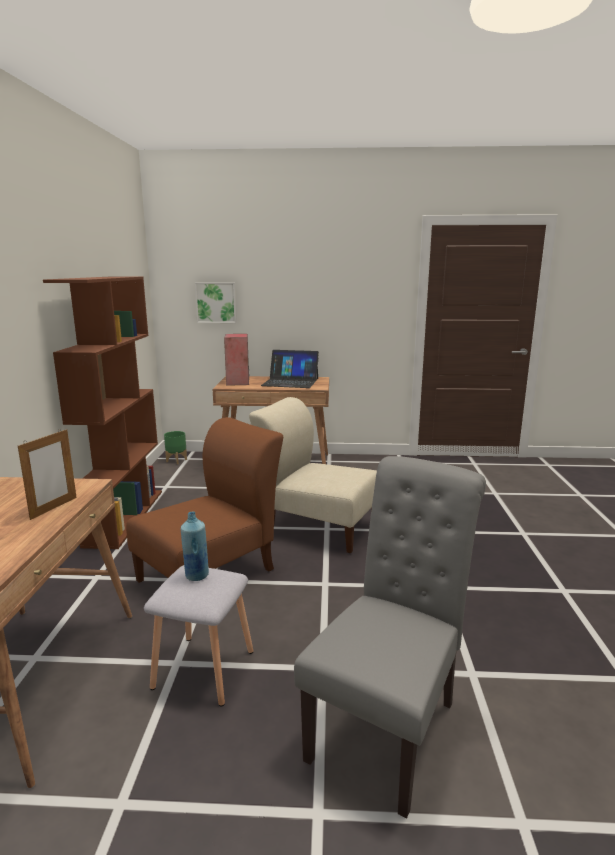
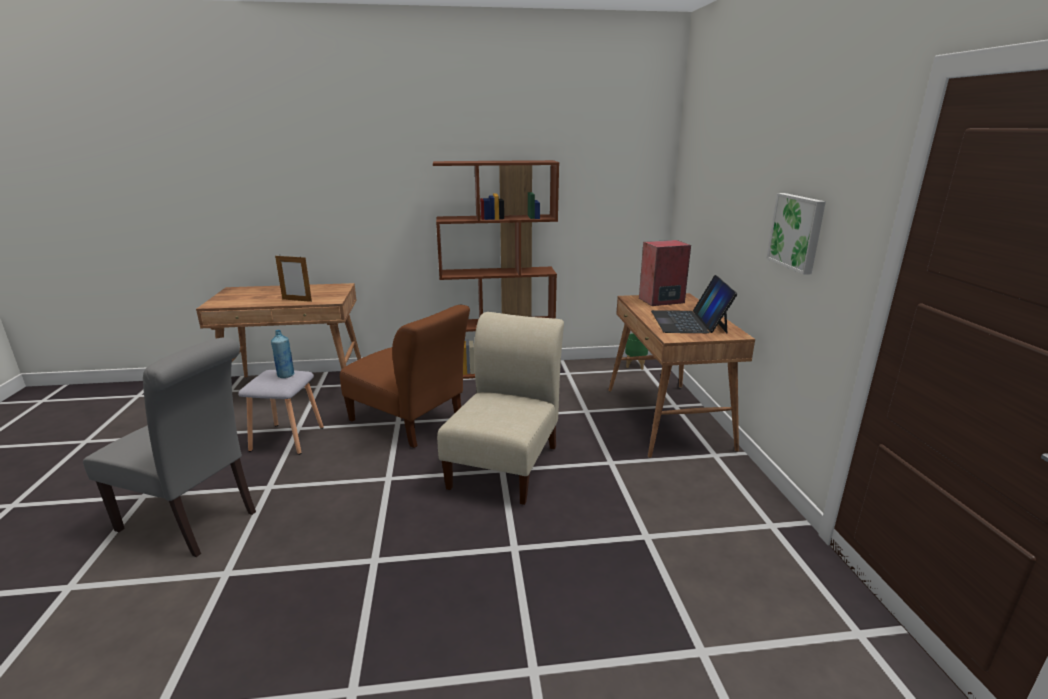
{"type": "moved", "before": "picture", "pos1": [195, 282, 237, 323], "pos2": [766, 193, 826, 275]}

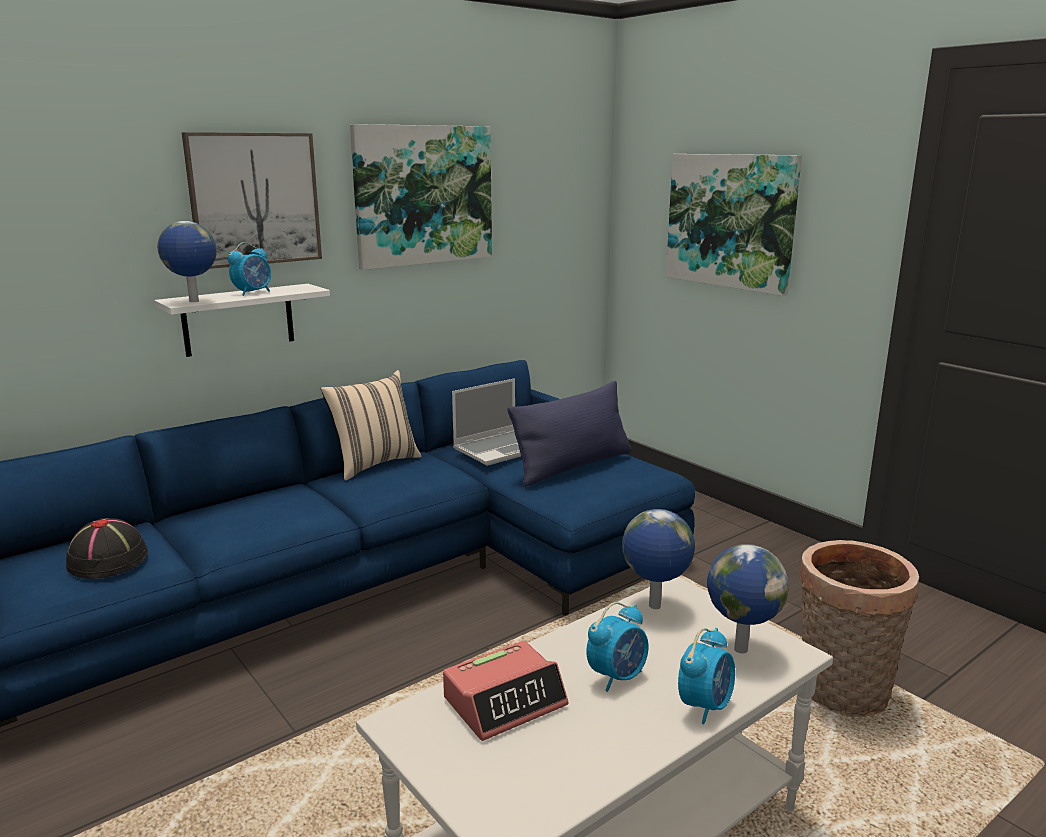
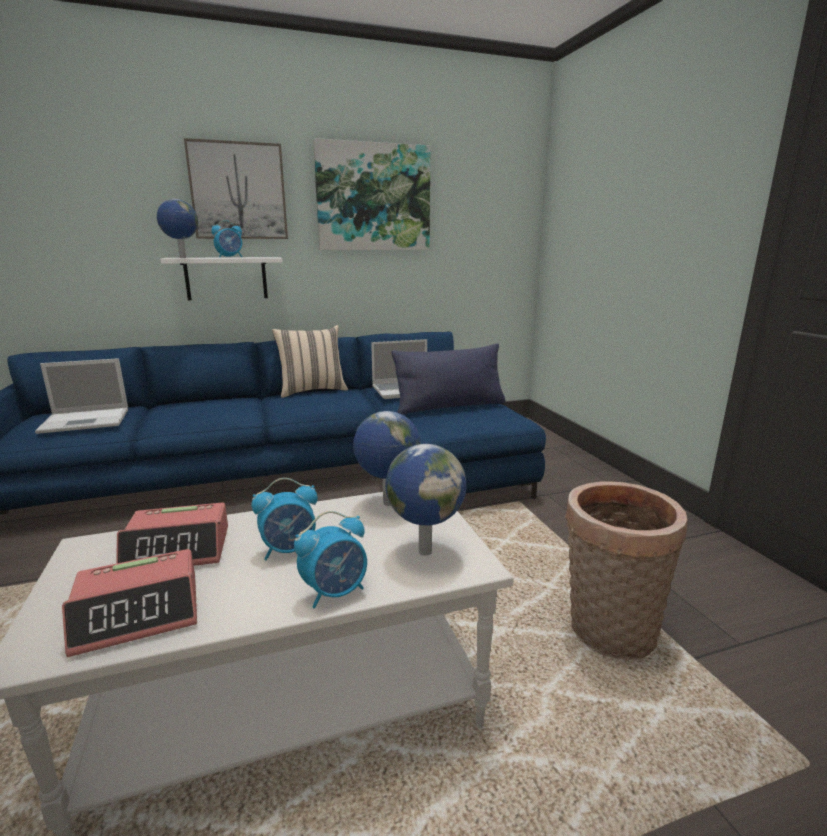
{"type": "replaced", "before": "hat/black", "after": "laptop", "pos1": [66, 518, 148, 579], "pos2": [35, 358, 128, 434]}
{"type": "added", "after": "alarm clock", "pos2": [62, 549, 197, 657]}
{"type": "removed", "before": "picture", "pos1": [666, 154, 802, 296]}

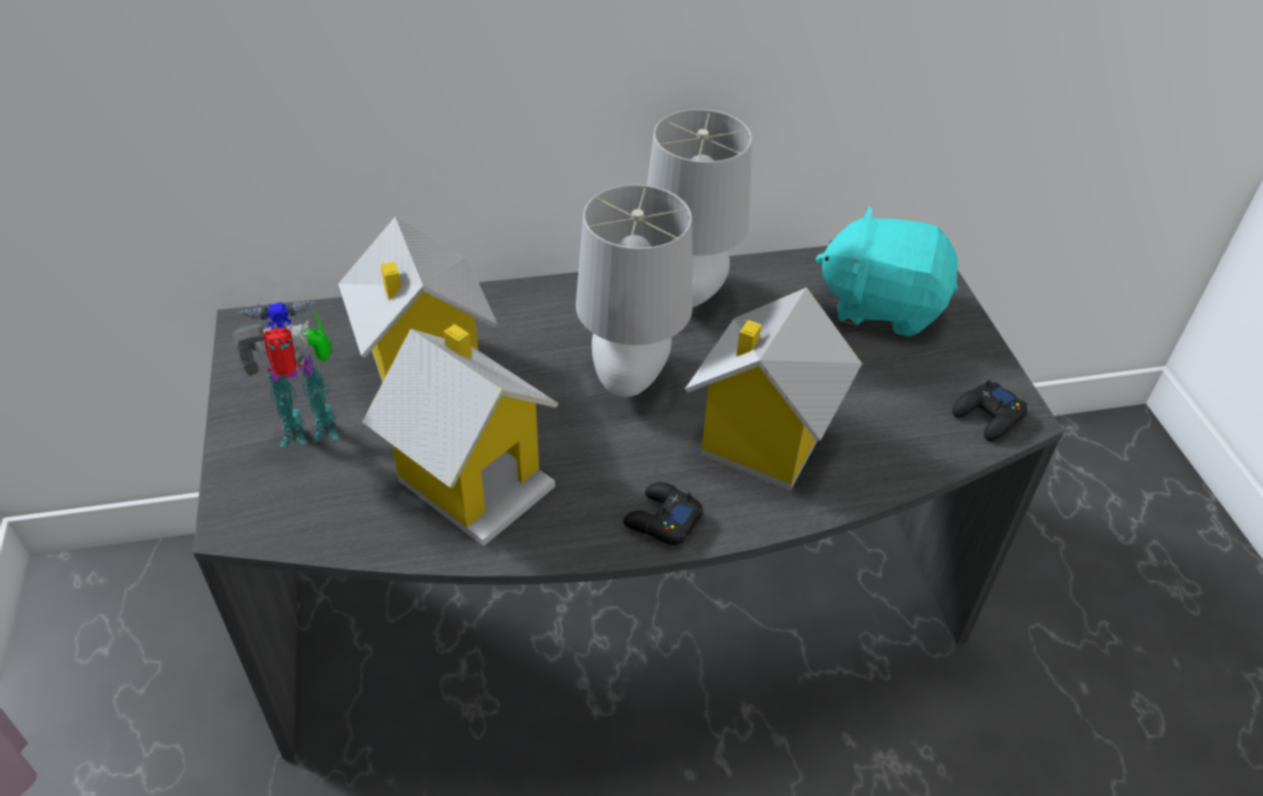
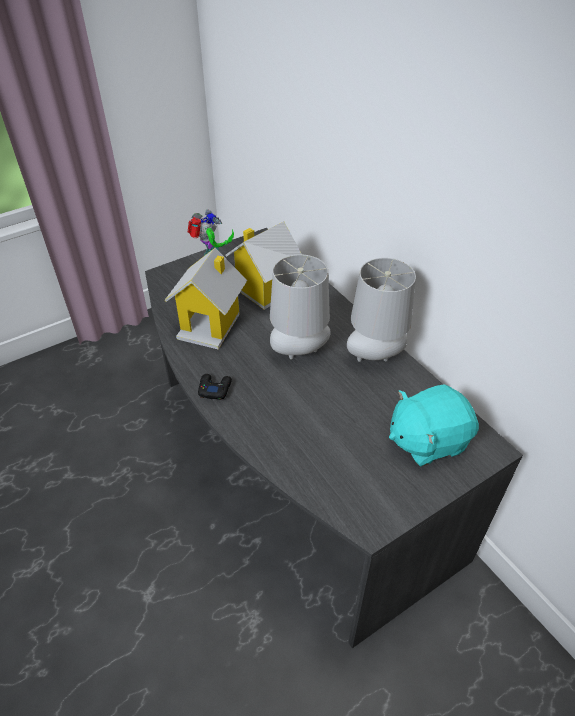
{"type": "turned", "before": "plush toy/turquoise", "pos1": [815, 206, 958, 337], "pos2": [389, 384, 479, 467], "turn": -105}
{"type": "removed", "before": "toy house", "pos1": [685, 287, 862, 491]}
{"type": "removed", "before": "game controller/black", "pos1": [953, 380, 1027, 441]}

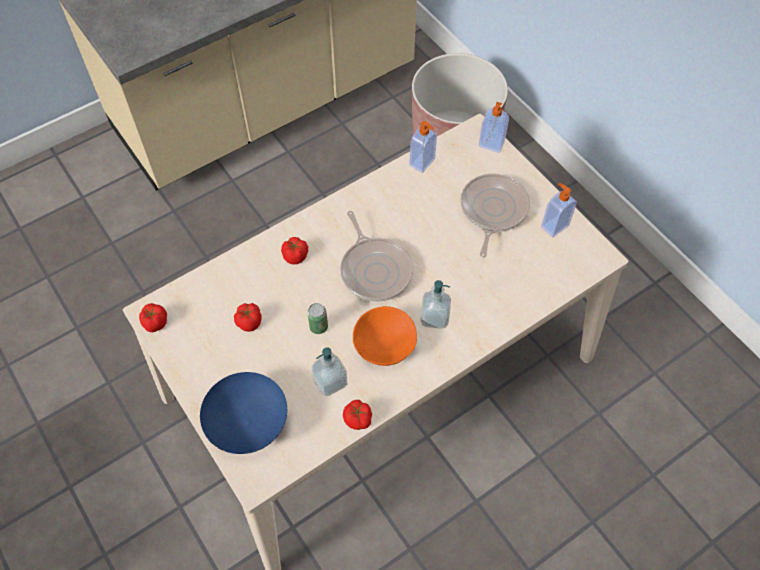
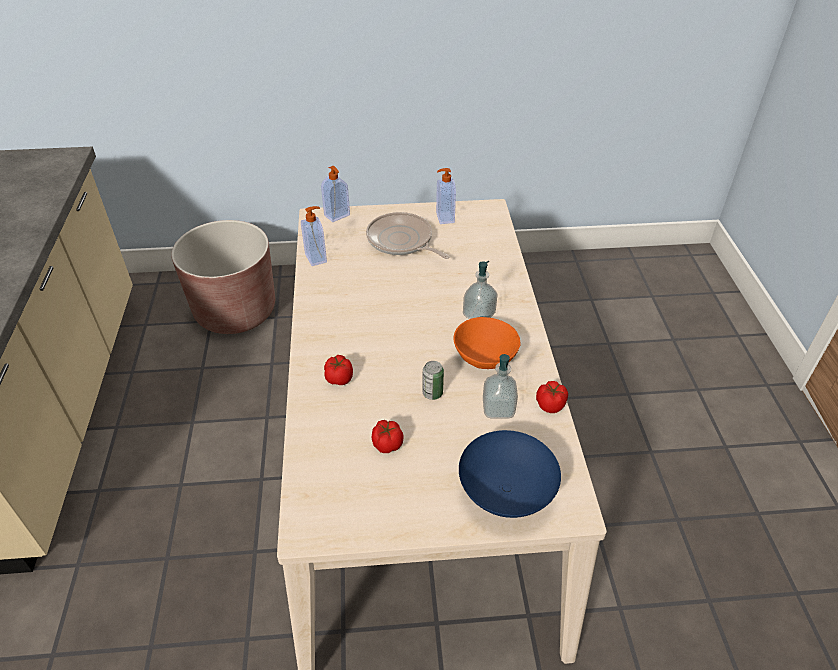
{"type": "removed", "before": "tomato", "pos1": [139, 303, 167, 332]}
{"type": "removed", "before": "frying pan", "pos1": [340, 211, 413, 302]}

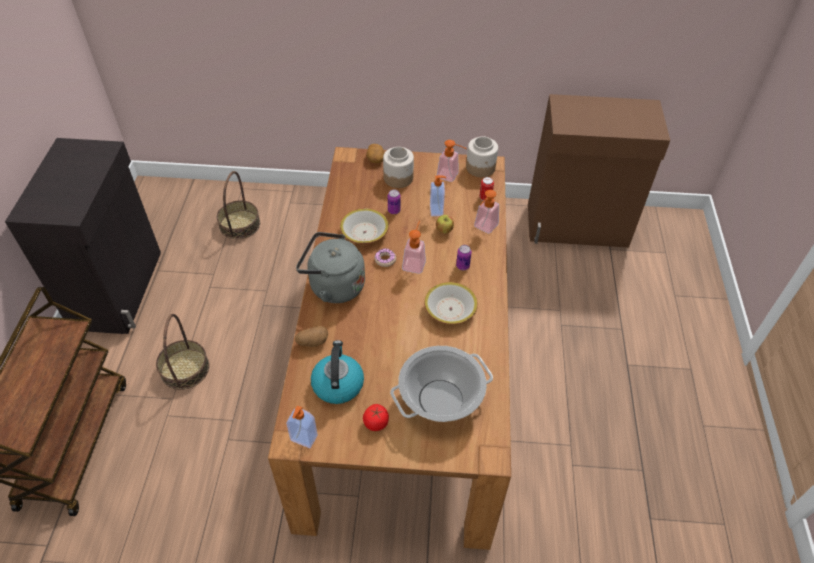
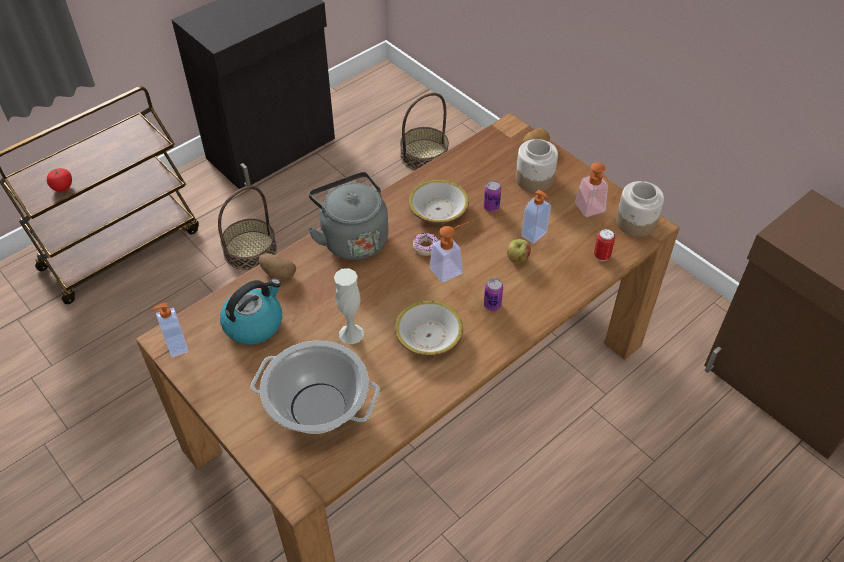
{"type": "moved", "before": "tomato", "pos1": [363, 404, 389, 431], "pos2": [47, 168, 72, 192]}
{"type": "added", "after": "vase/white", "pos2": [334, 268, 364, 344]}
{"type": "removed", "before": "soap dispenser", "pos1": [474, 190, 499, 233]}

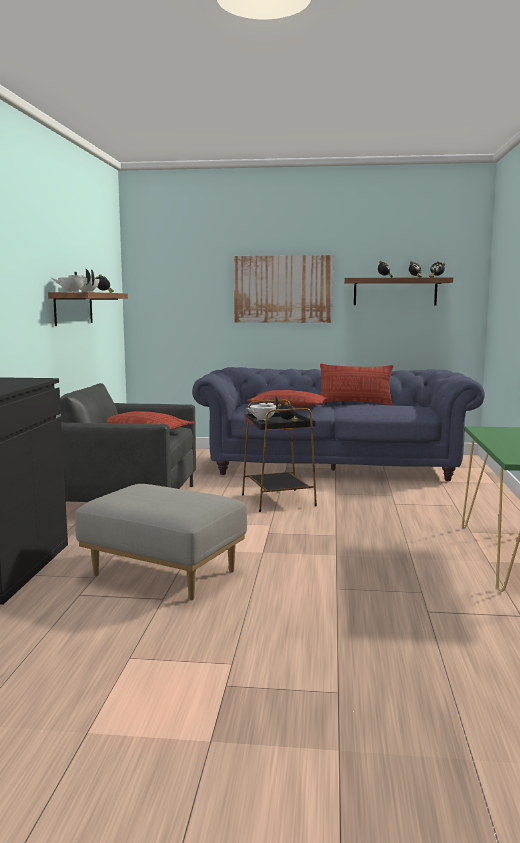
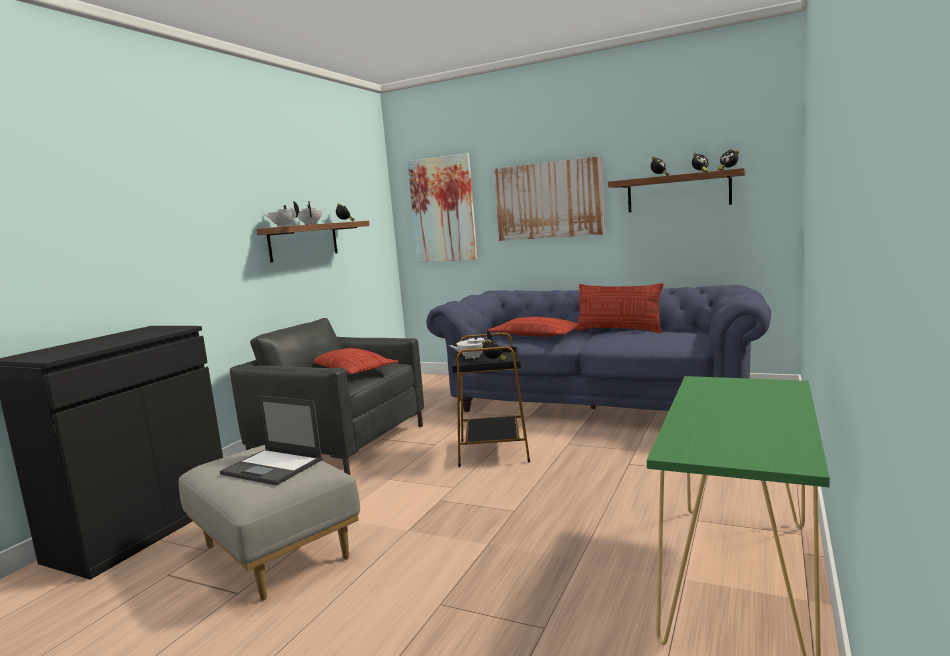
{"type": "added", "after": "laptop", "pos2": [220, 395, 323, 485]}
{"type": "added", "after": "picture", "pos2": [408, 153, 477, 262]}

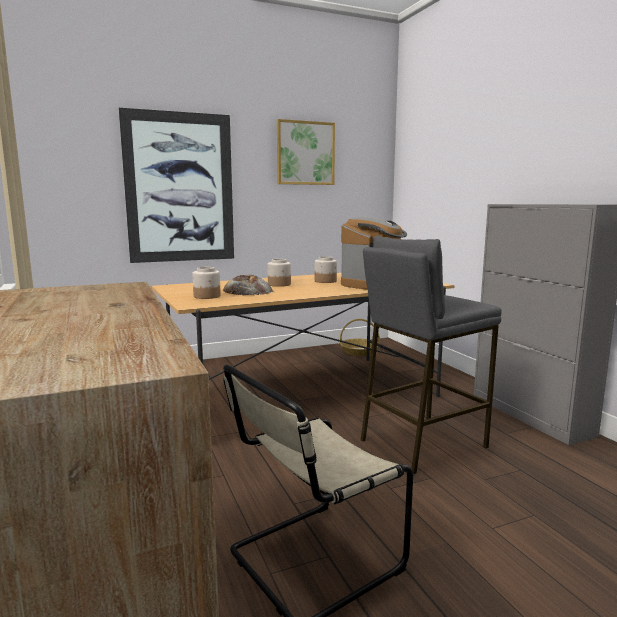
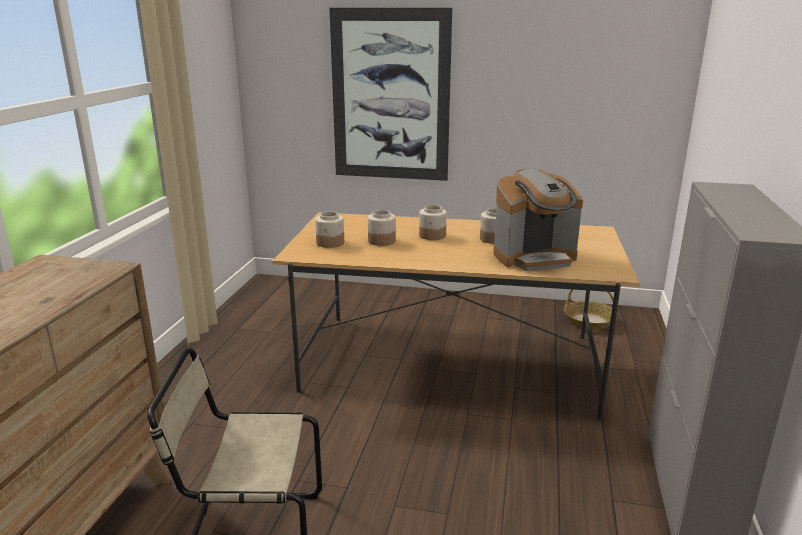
{"type": "replaced", "before": "bread", "after": "jar", "pos1": [223, 275, 273, 295], "pos2": [368, 210, 396, 246]}
{"type": "removed", "before": "picture", "pos1": [277, 119, 335, 185]}
{"type": "removed", "before": "stool/grey", "pos1": [361, 236, 502, 474]}

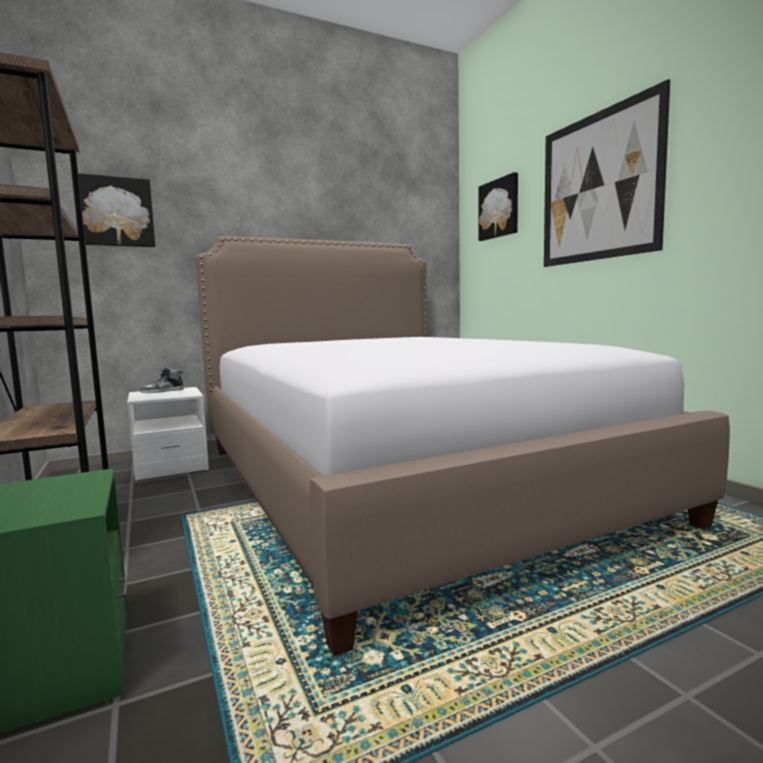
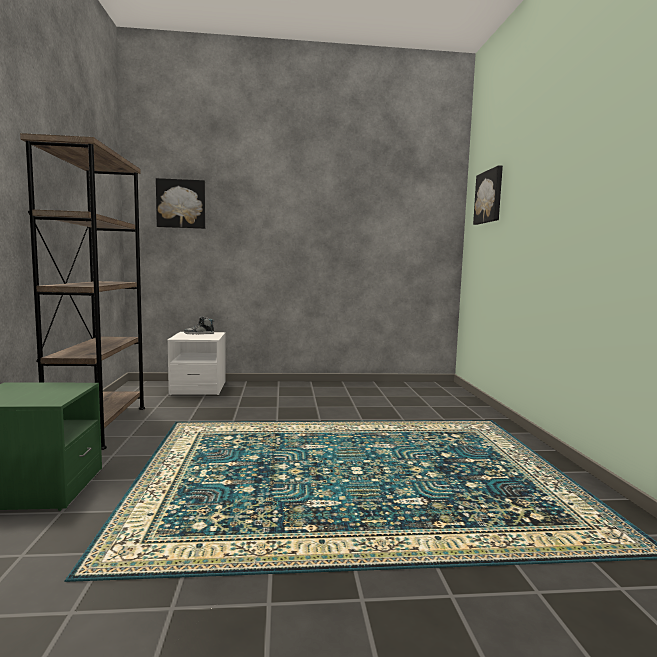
{"type": "removed", "before": "bed", "pos1": [195, 236, 730, 656]}
{"type": "removed", "before": "picture", "pos1": [544, 79, 670, 267]}

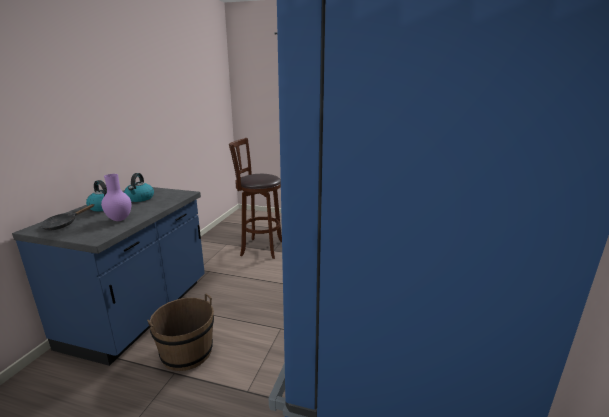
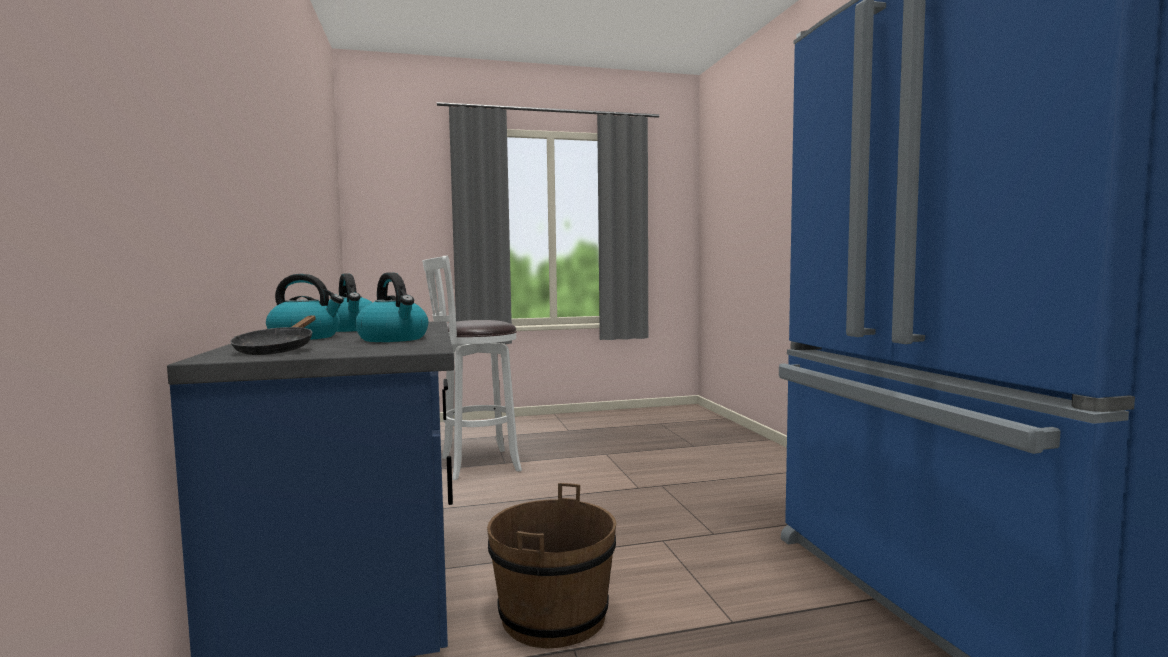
{"type": "replaced", "before": "vase/purple", "after": "kettle", "pos1": [101, 174, 131, 221], "pos2": [355, 273, 428, 342]}
{"type": "recoloured", "before": "stool/brown", "after": "stool/white", "pos1": [229, 138, 282, 259], "pos2": [422, 256, 522, 480]}

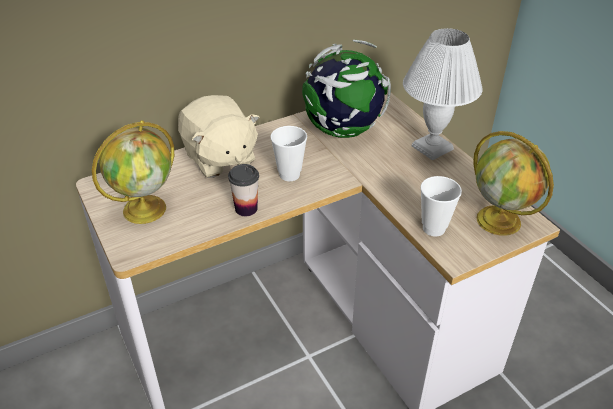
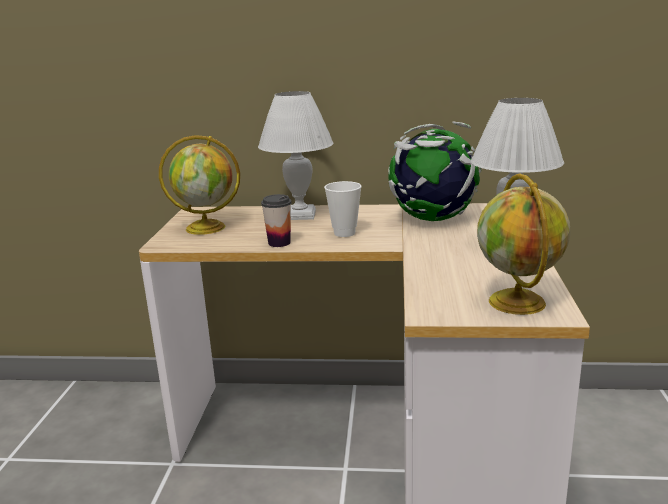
{"type": "replaced", "before": "plush toy/beige", "after": "table lamp/white", "pos1": [178, 95, 260, 178], "pos2": [258, 91, 333, 220]}
{"type": "removed", "before": "cup", "pos1": [420, 176, 462, 237]}

